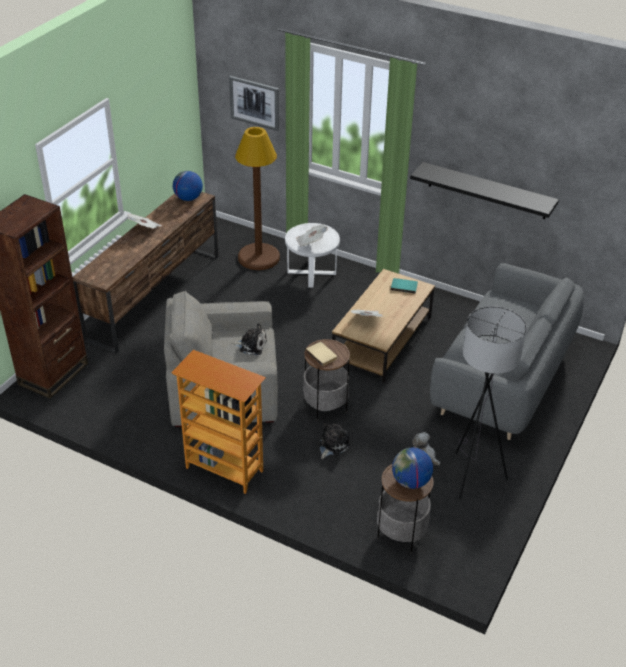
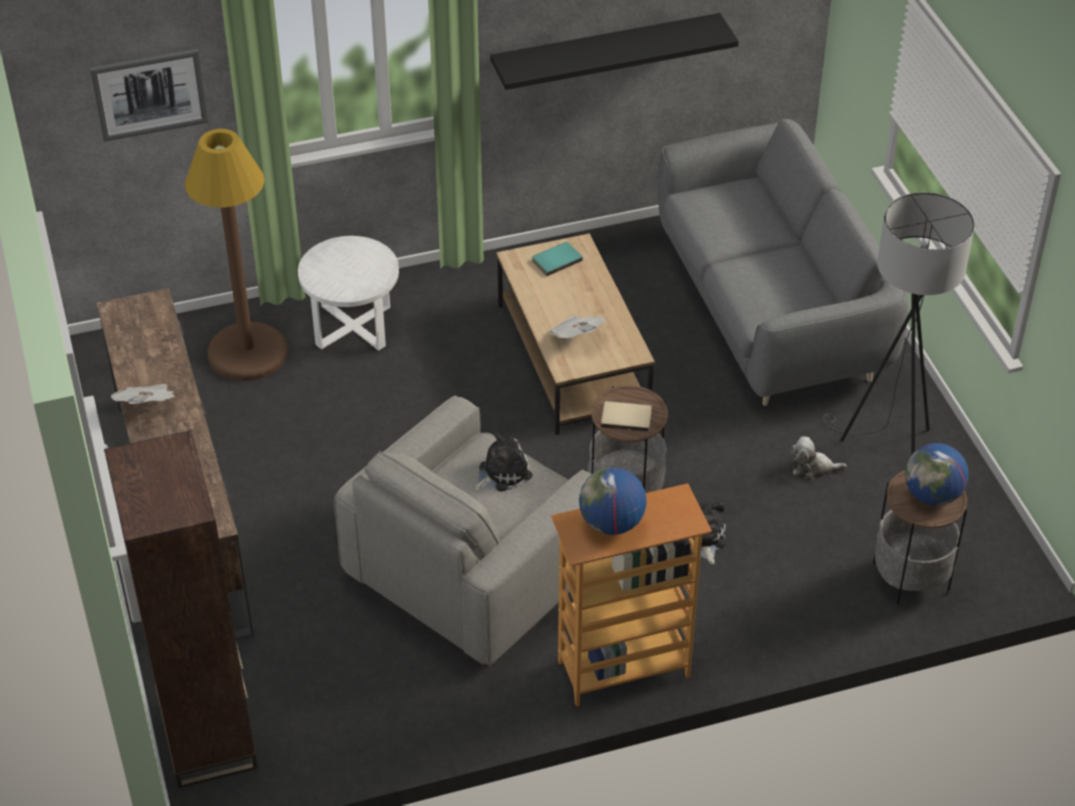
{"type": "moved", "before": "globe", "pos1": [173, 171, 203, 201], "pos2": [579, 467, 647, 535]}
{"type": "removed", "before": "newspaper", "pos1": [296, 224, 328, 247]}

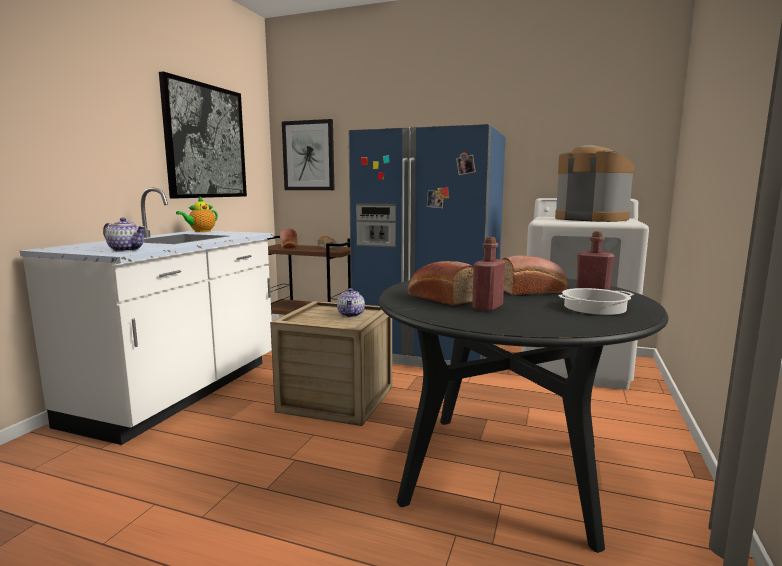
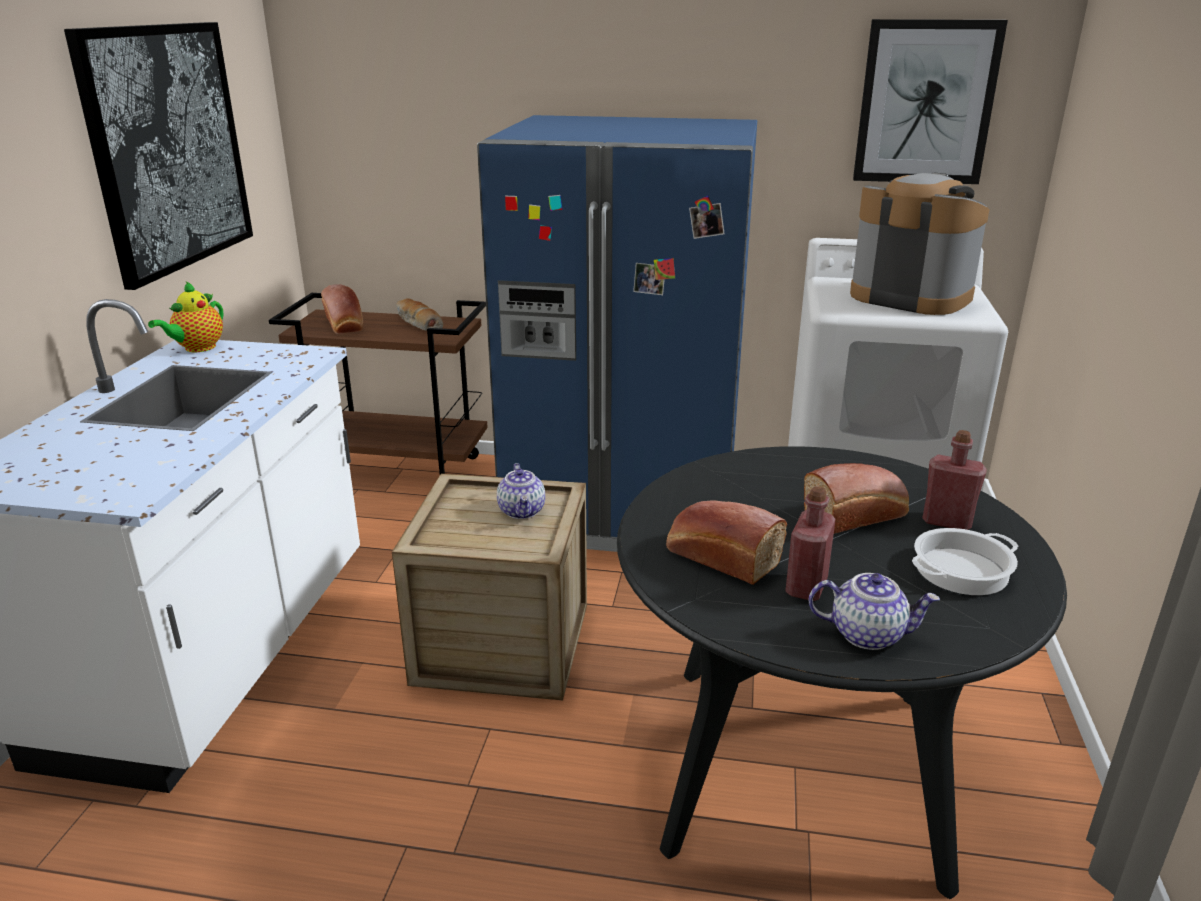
{"type": "moved", "before": "teapot", "pos1": [103, 217, 145, 252], "pos2": [808, 573, 940, 650]}
{"type": "moved", "before": "picture", "pos1": [282, 119, 334, 190], "pos2": [853, 19, 1008, 184]}

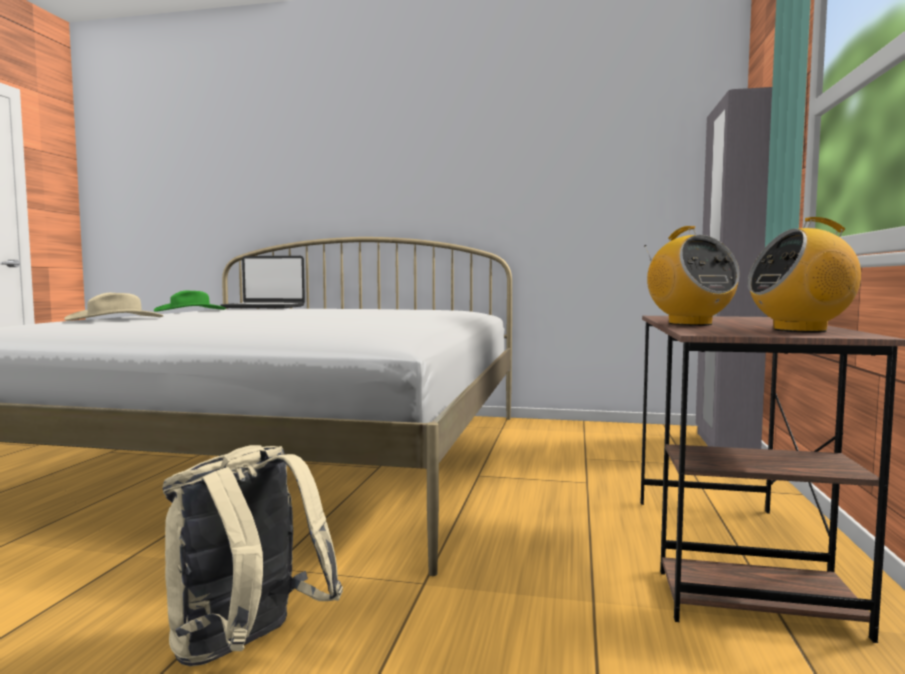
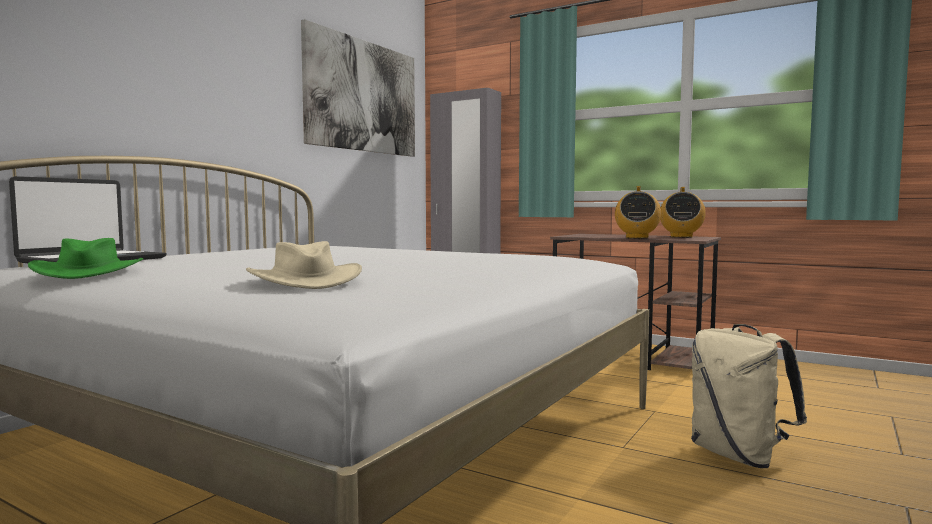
{"type": "added", "after": "picture", "pos2": [301, 19, 415, 157]}
{"type": "turned", "before": "radio", "pos1": [644, 226, 740, 326], "pos2": [615, 186, 661, 239], "turn": 105}

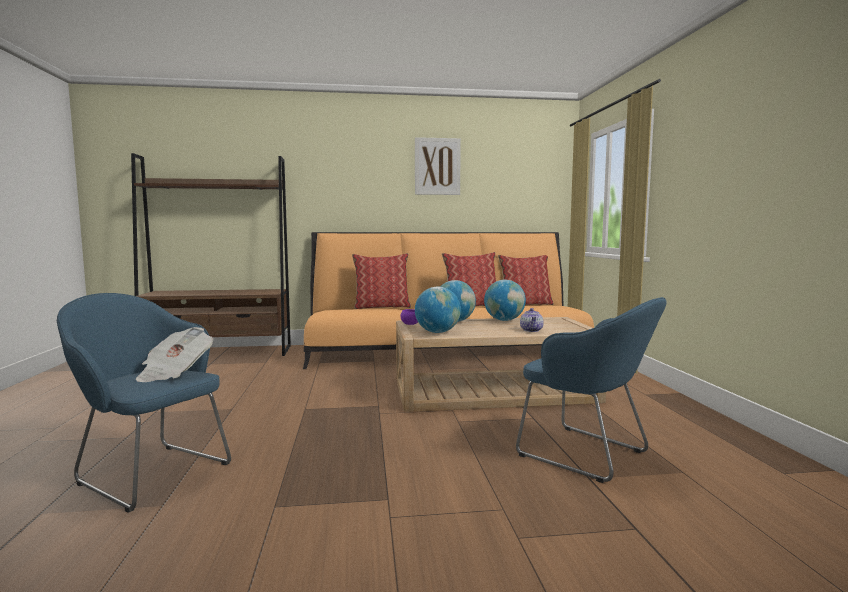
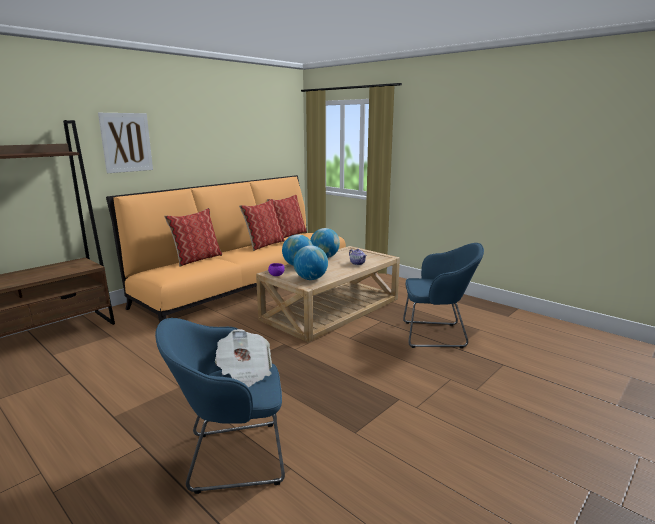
{"type": "moved", "before": "picture", "pos1": [415, 137, 461, 195], "pos2": [98, 113, 153, 173]}

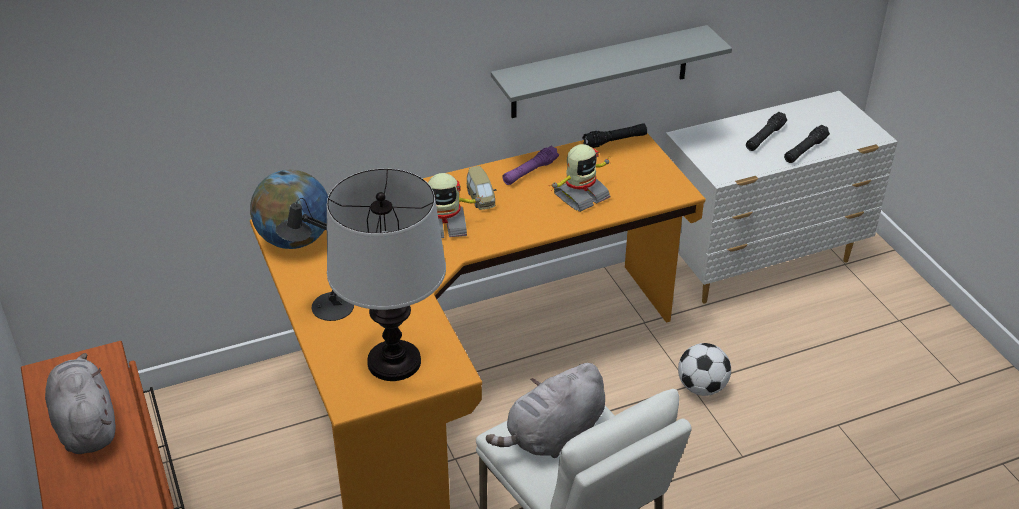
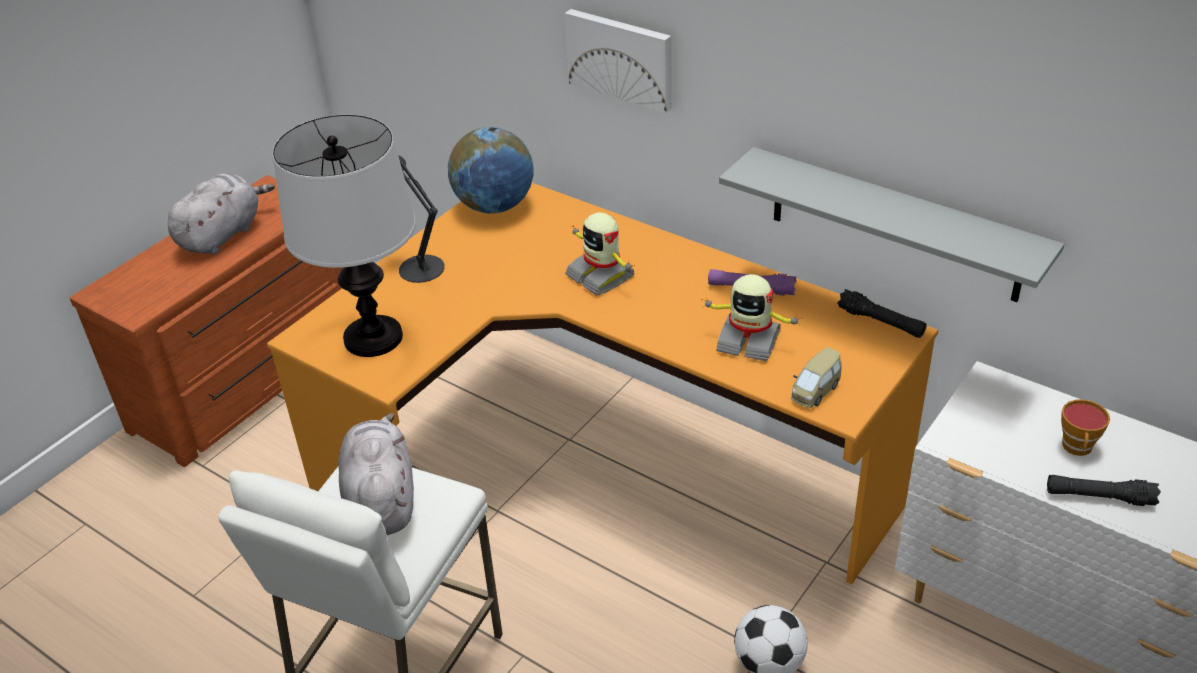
{"type": "turned", "before": "plush toy/grey", "pos1": [486, 363, 605, 458], "pos2": [338, 413, 414, 535], "turn": 60}
{"type": "added", "after": "picture", "pos2": [565, 9, 672, 113]}
{"type": "moved", "before": "toy car", "pos1": [467, 166, 496, 210], "pos2": [791, 347, 842, 408]}
{"type": "replaced", "before": "flashlight/black", "after": "cup", "pos1": [746, 112, 787, 151], "pos2": [1061, 399, 1110, 456]}

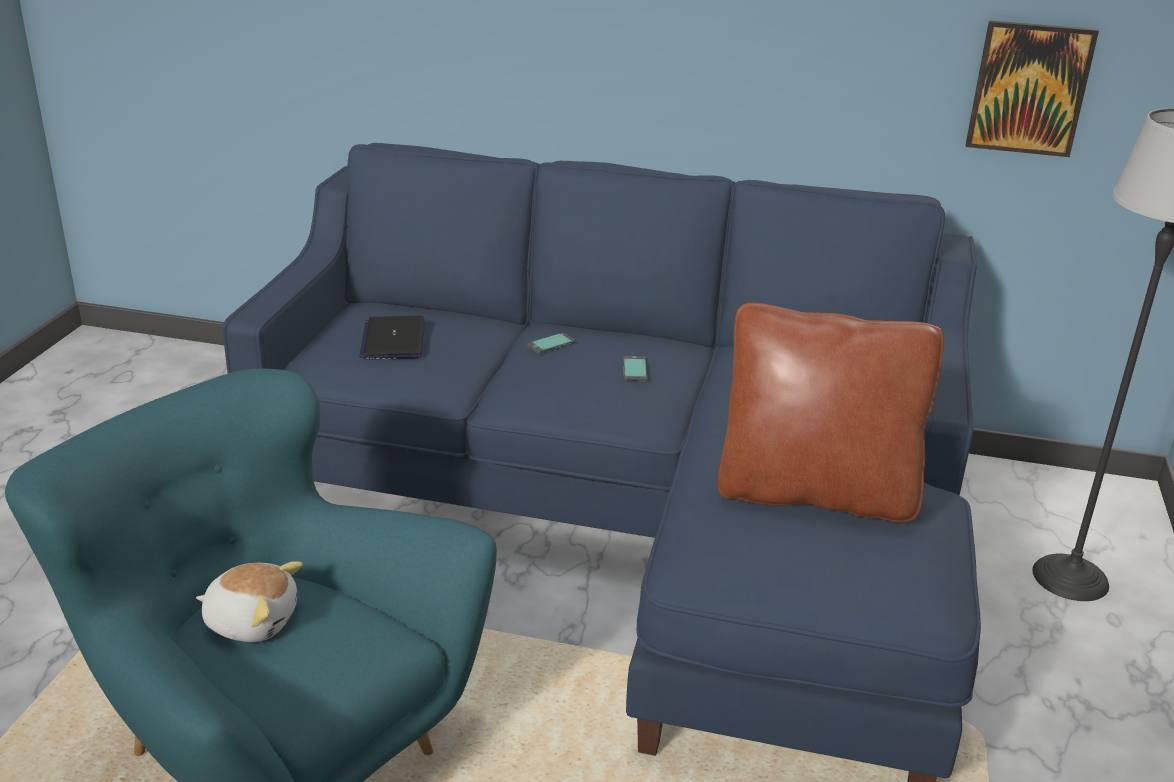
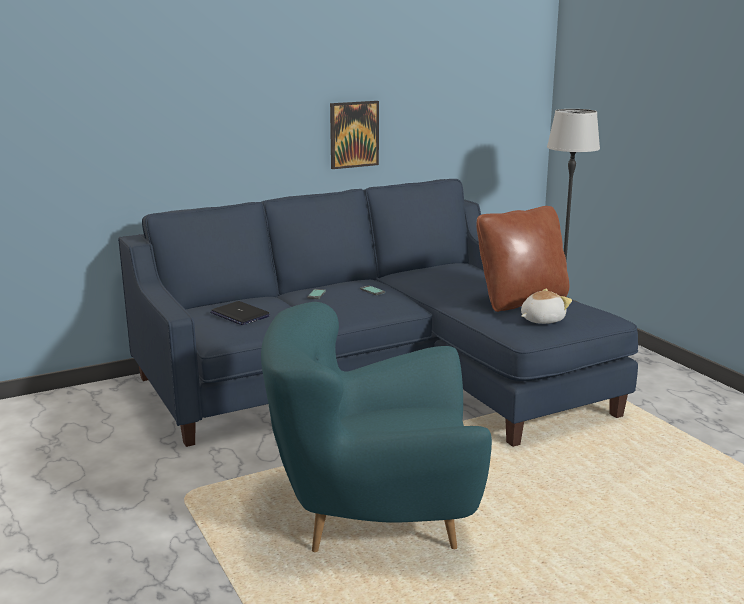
{"type": "moved", "before": "picture", "pos1": [966, 20, 1099, 157], "pos2": [330, 101, 379, 169]}
{"type": "moved", "before": "plush toy", "pos1": [196, 561, 303, 642], "pos2": [521, 289, 572, 324]}

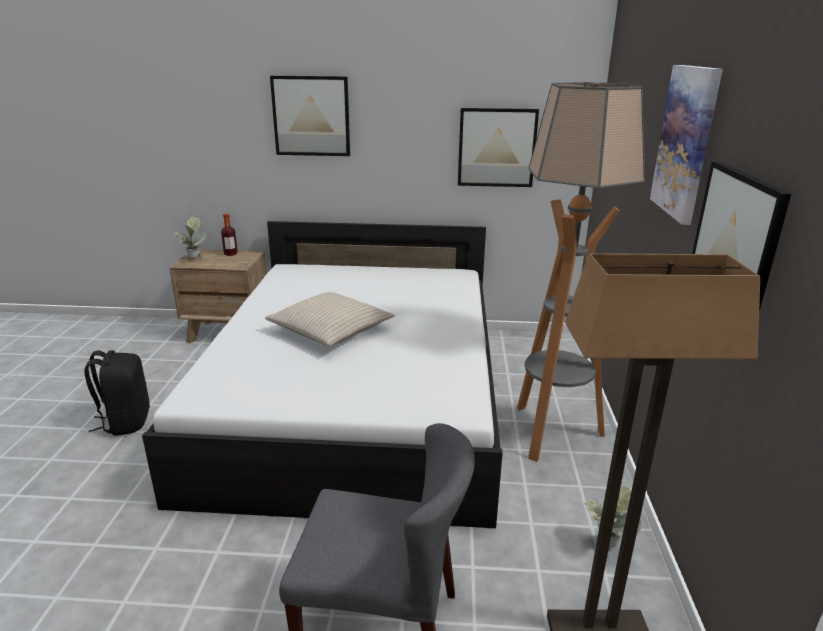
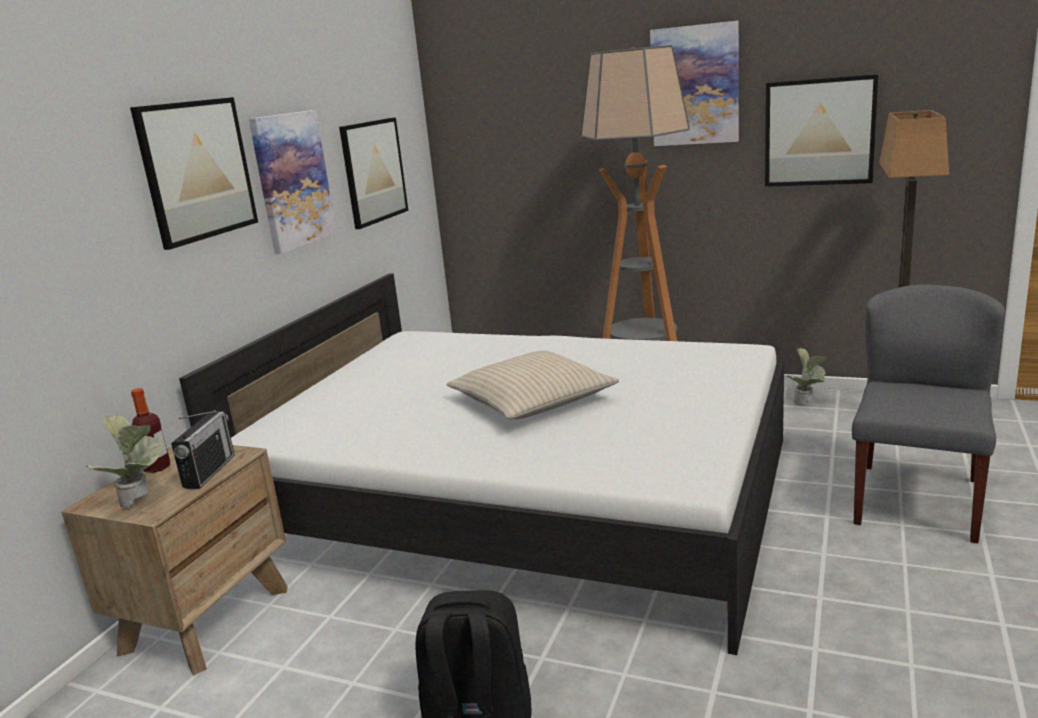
{"type": "added", "after": "radio", "pos2": [171, 410, 235, 489]}
{"type": "added", "after": "picture", "pos2": [249, 110, 337, 254]}

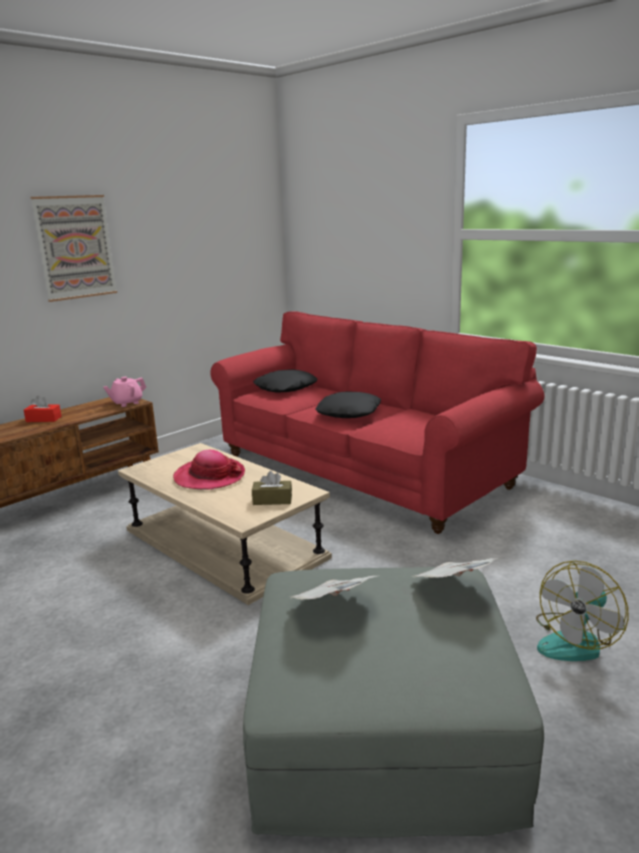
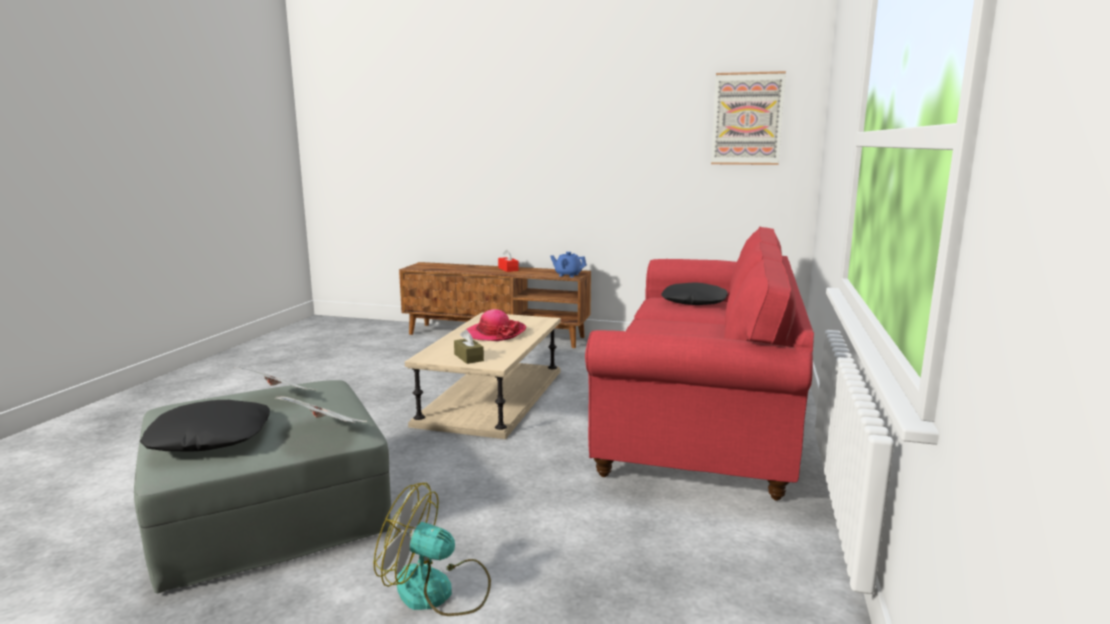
{"type": "moved", "before": "pillow/black", "pos1": [316, 391, 381, 418], "pos2": [140, 400, 270, 452]}
{"type": "recoloured", "before": "teapot/pink", "after": "teapot/blue", "pos1": [103, 377, 146, 407], "pos2": [550, 252, 587, 277]}
{"type": "moved", "before": "picture", "pos1": [30, 195, 117, 302], "pos2": [711, 71, 786, 165]}

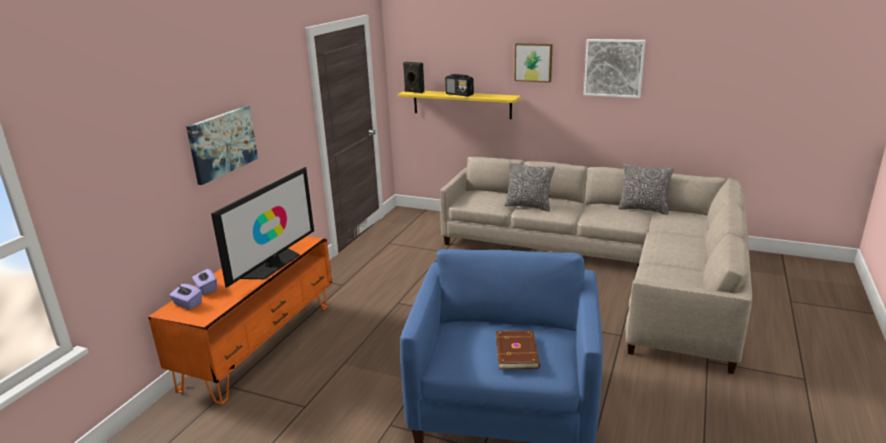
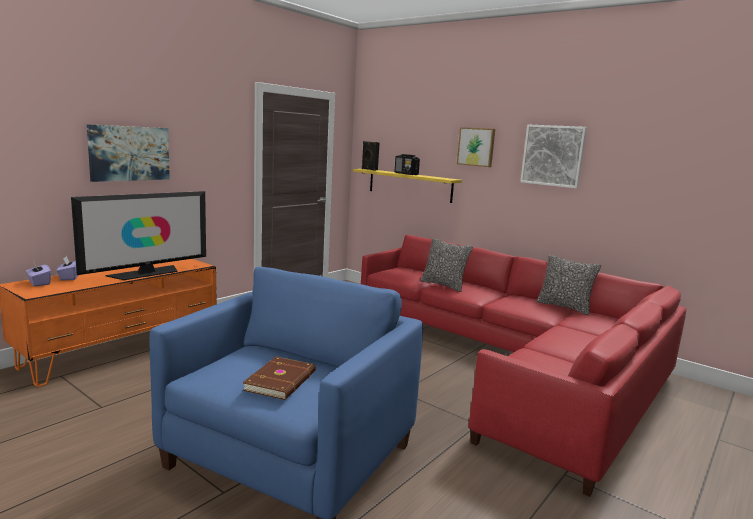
{"type": "recoloured", "before": "sofa/beige", "after": "sofa/red", "pos1": [440, 157, 752, 374], "pos2": [361, 235, 687, 497]}

